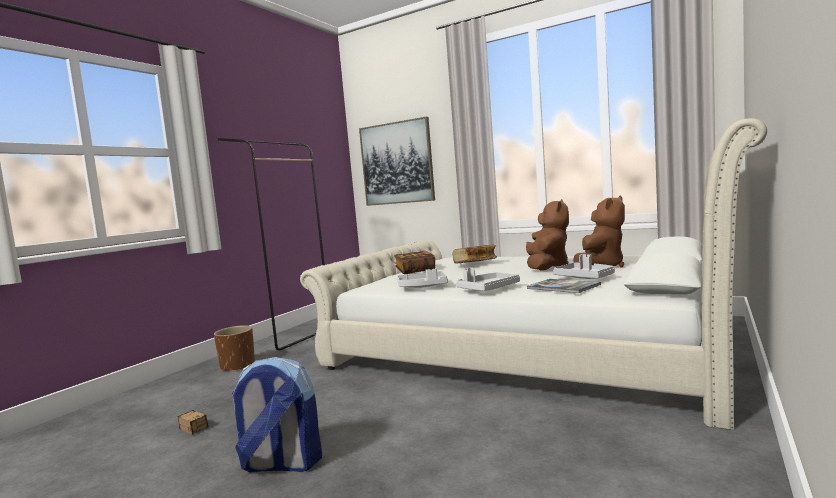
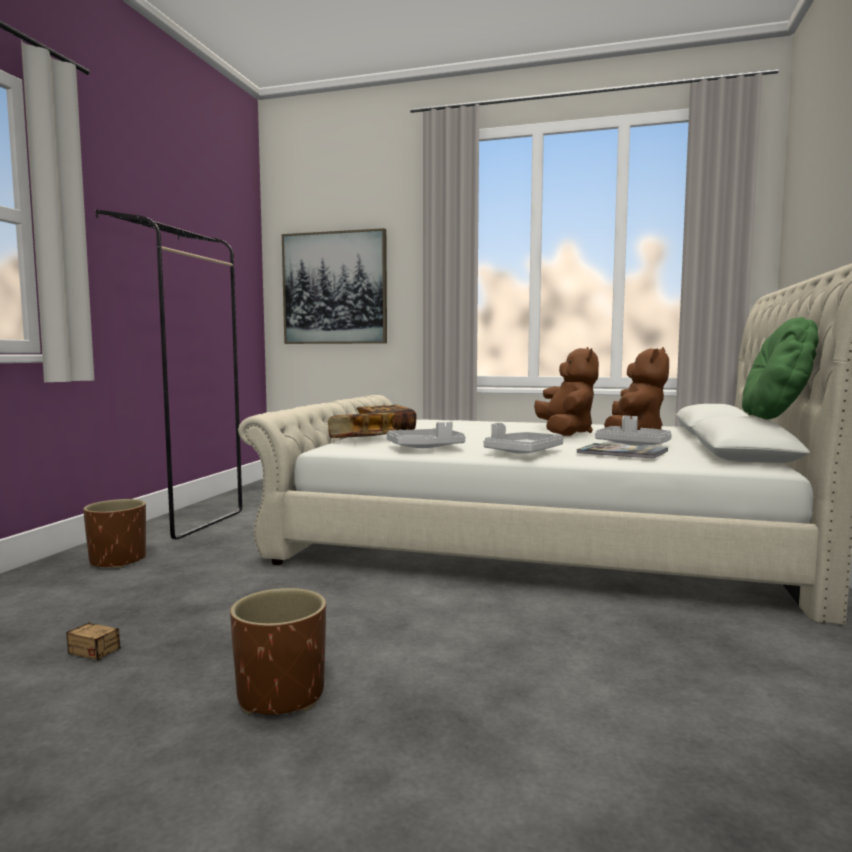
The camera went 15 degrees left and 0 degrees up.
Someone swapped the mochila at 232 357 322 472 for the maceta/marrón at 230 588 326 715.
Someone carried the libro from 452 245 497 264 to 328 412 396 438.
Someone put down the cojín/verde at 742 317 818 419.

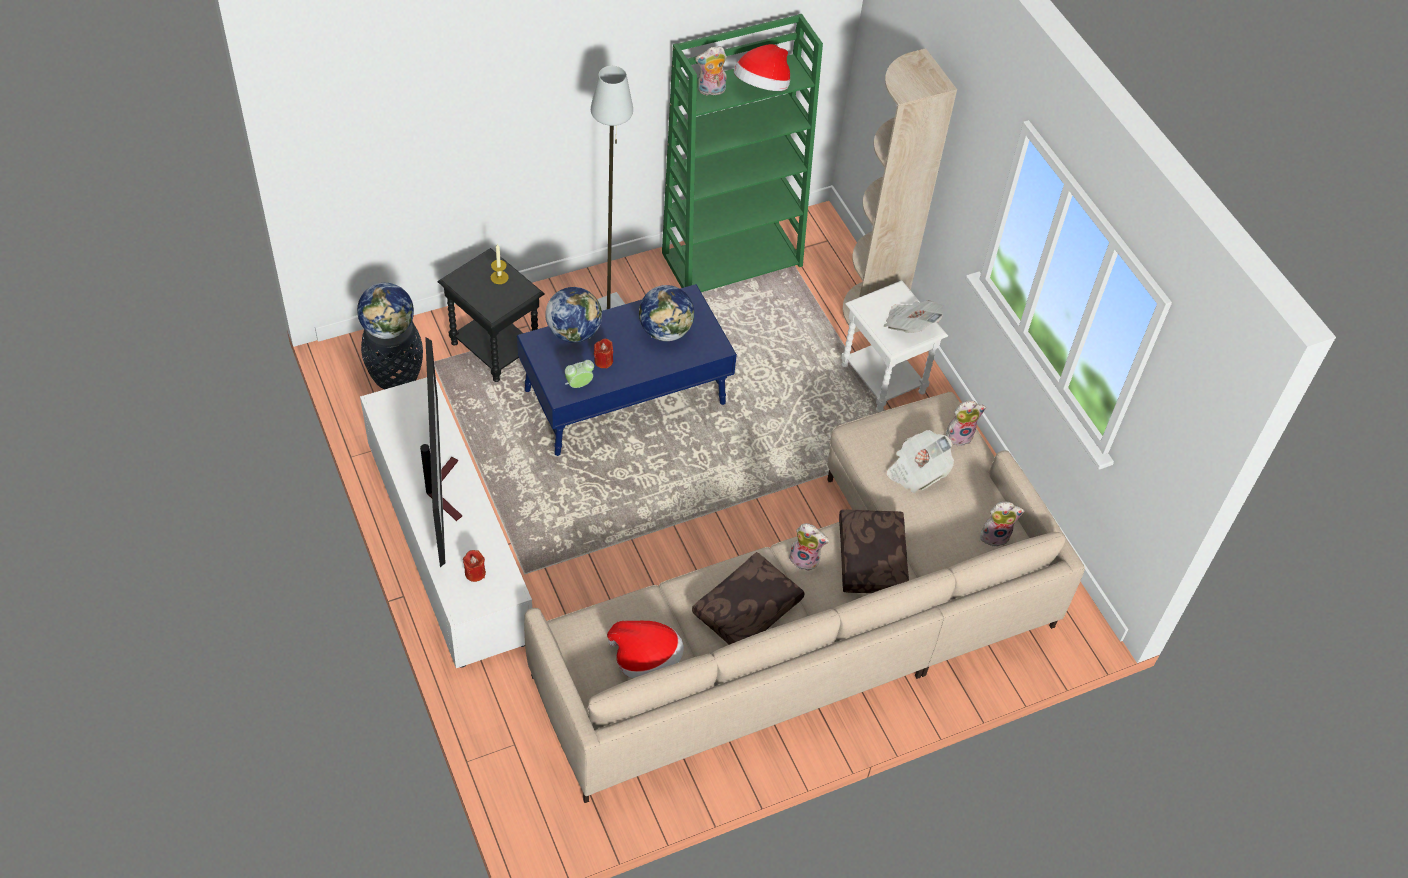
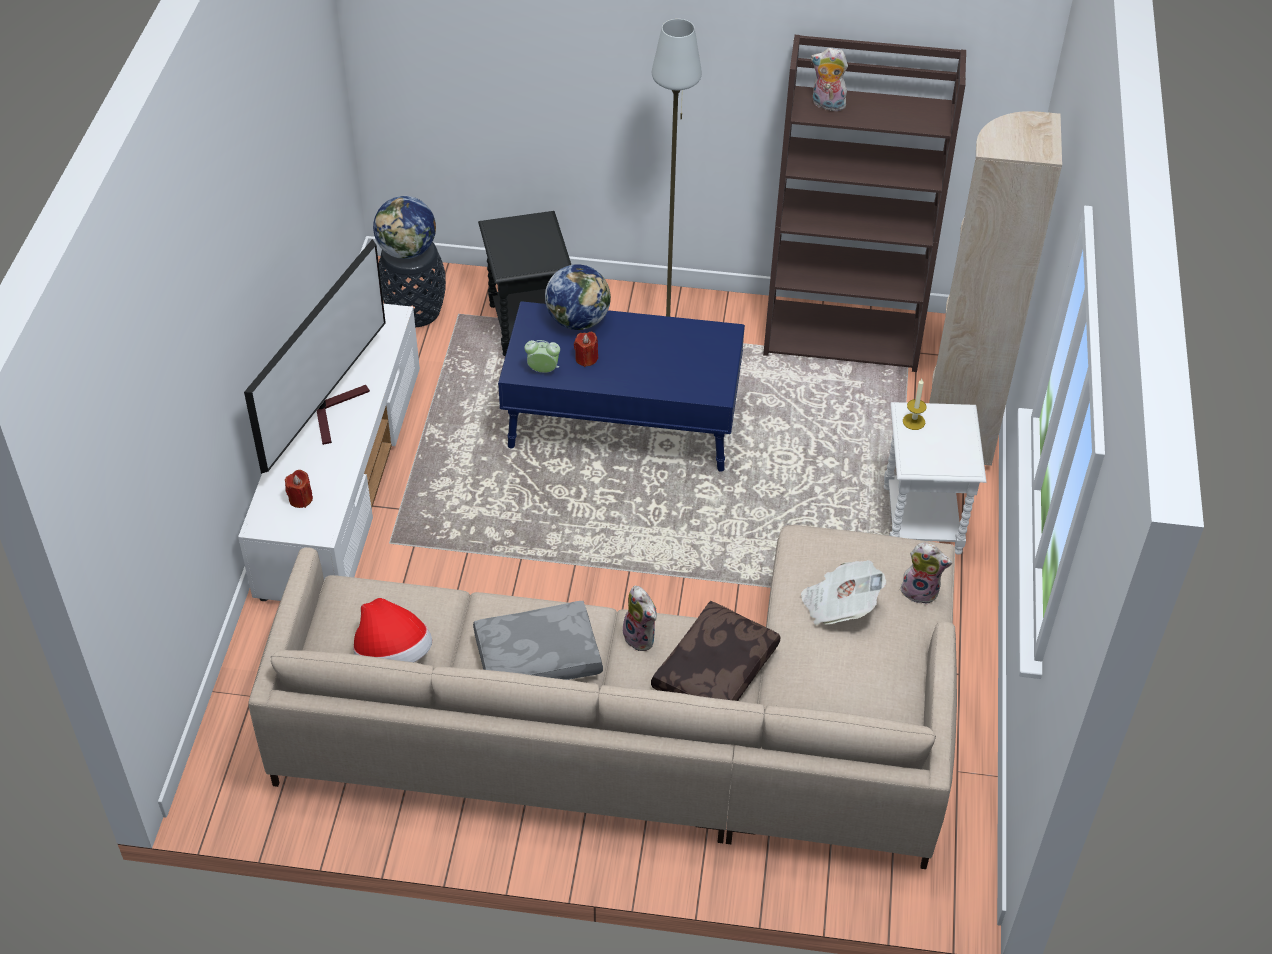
The camera went 35 degrees right and 5 degrees down.
Someone repainted the cojín/marrón at 692 552 805 645, which became the cojín/gris at 473 601 603 680.
Someone repainted the estantería/verde at 662 14 823 292, which became the estantería/marrón at 763 35 966 372.
Someone carried the vela from 491 244 509 284 to 903 379 927 430.
Someone took away the globo terráqueo at 639 285 694 341.
Someone took away the sombrero at 734 44 790 91.
Someone took away the periódico at 884 300 944 333.
Someone took away the peluche at 980 501 1025 546.

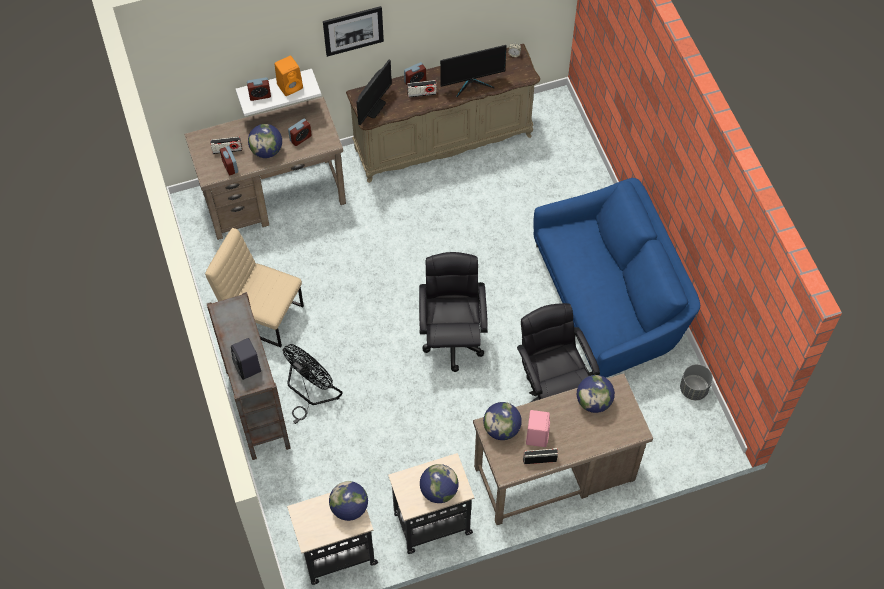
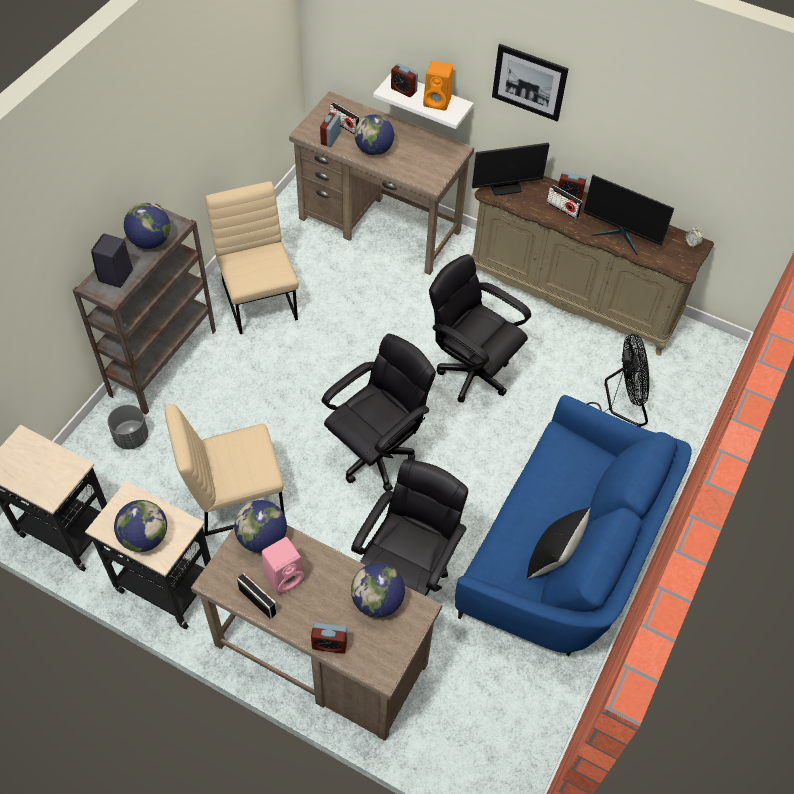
The camera went 45 degrees right and 5 degrees down.
Someone carried the maceta/gris from 680 364 713 400 to 108 405 148 449.
Someone carried the globo terráqueo from 329 481 368 521 to 124 203 170 249.
Someone put down the silla/beis at 165 404 285 536.
Someone carried the despertador from 288 119 312 146 to 311 623 347 654.
Someone put down the silla de oficina/negro at 429 254 531 403.
Someone put down the cojín/negro at 527 507 590 579.
Someone carried the ventilador/negro from 282 344 343 424 to 587 334 649 427.

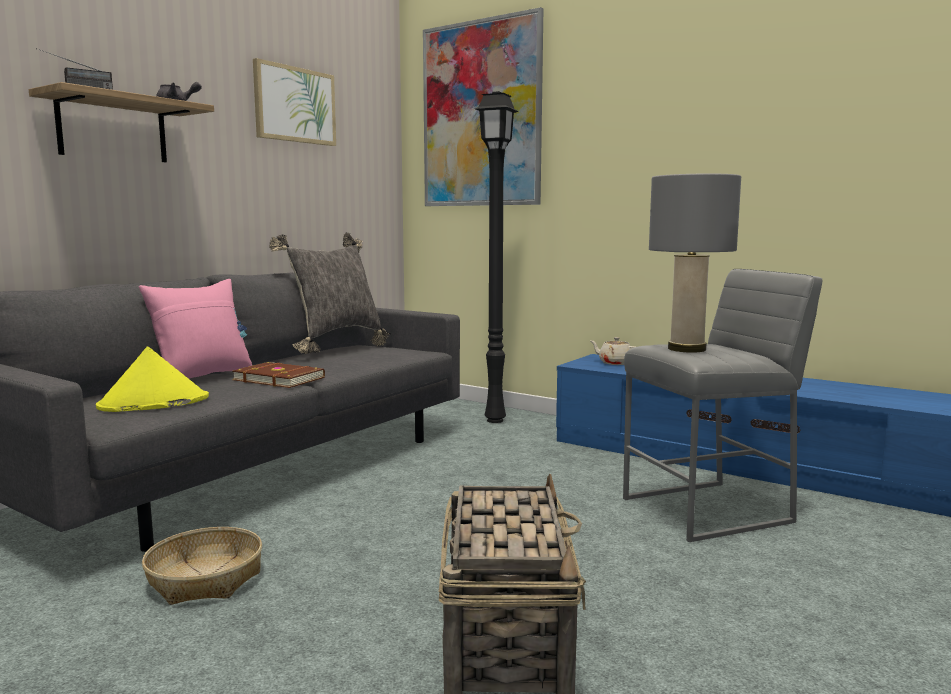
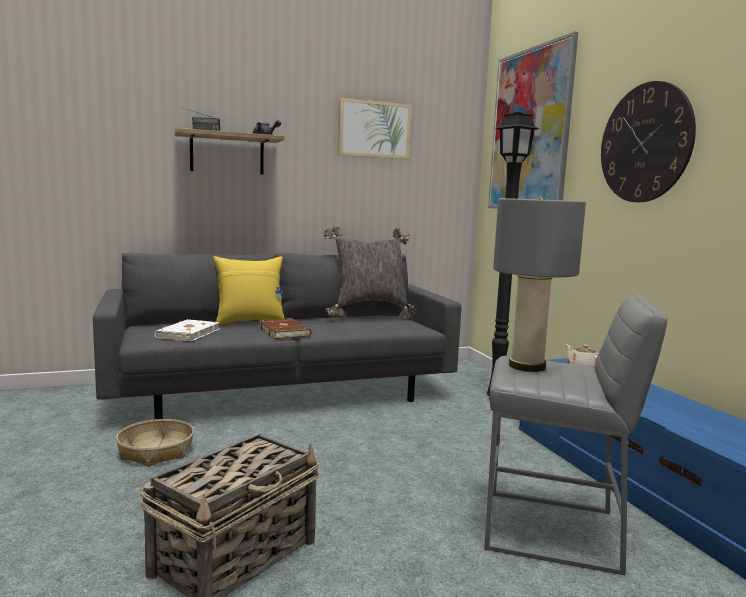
The camera went 35 degrees right and 0 degrees up.
Someone swapped the sombrero/amarillo at 96 347 209 412 for the libro/blanco at 154 319 220 341.
Someone repainted the cojín/rosa at 139 279 252 379, which became the cojín/amarillo at 213 256 285 326.
Someone put up the reloj de pared at 601 81 696 202.

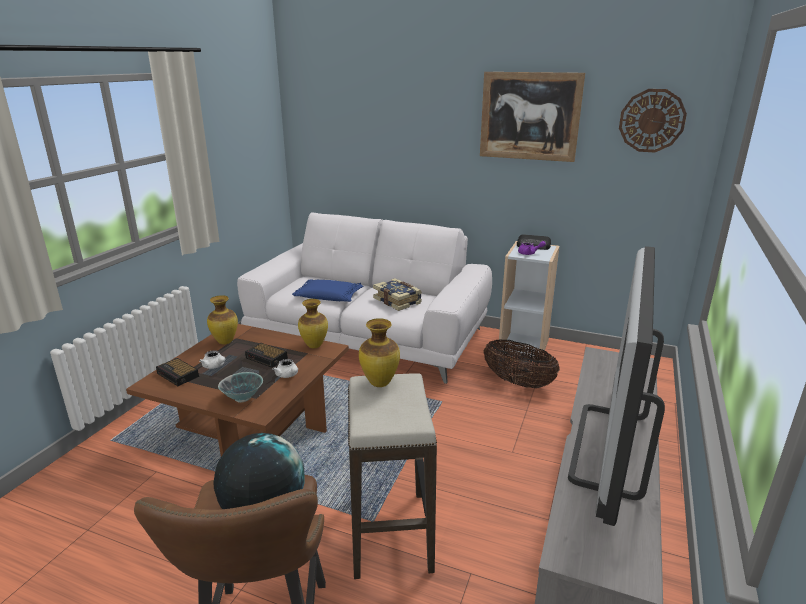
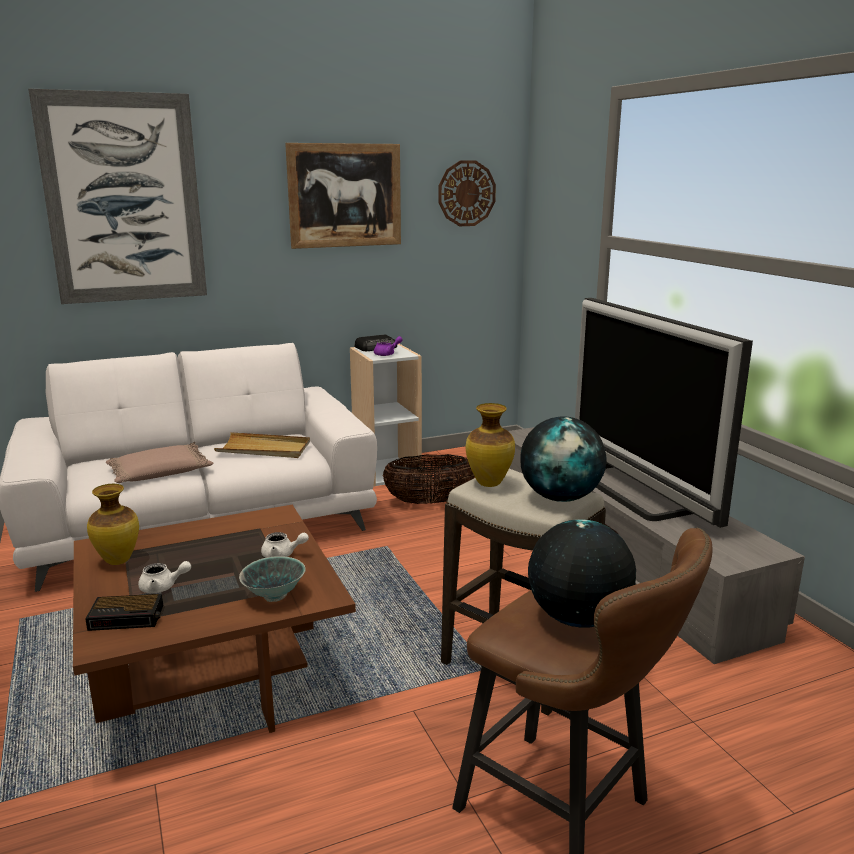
The camera went 45 degrees left and 5 degrees down.
Someone put up the cuadro at 28 88 207 304.
Someone repainted the cojín/azul at 292 279 363 302, which became the cojín/beis at 105 442 213 483.
Someone swapped the libro at 373 278 422 311 for the bandeja/beis at 214 432 310 458.
Someone put down the globo terráqueo at 520 416 606 502.
Someone took away the despertador at 245 343 288 368.
Someone took away the florero at 298 299 328 348.

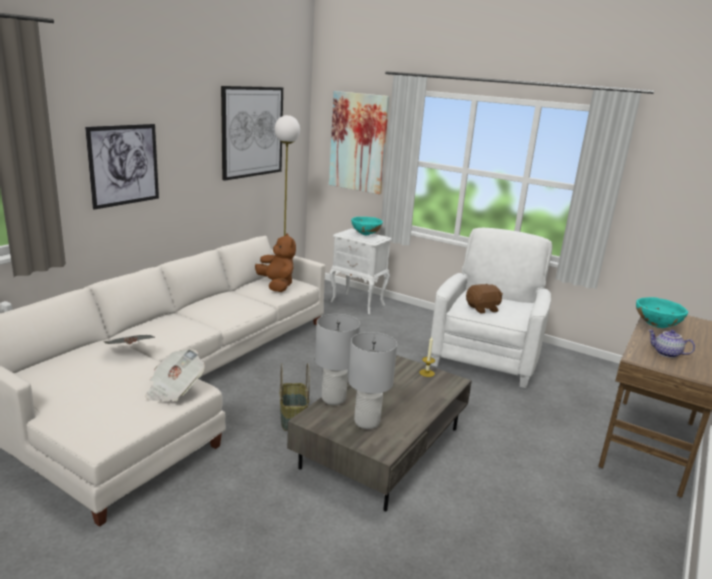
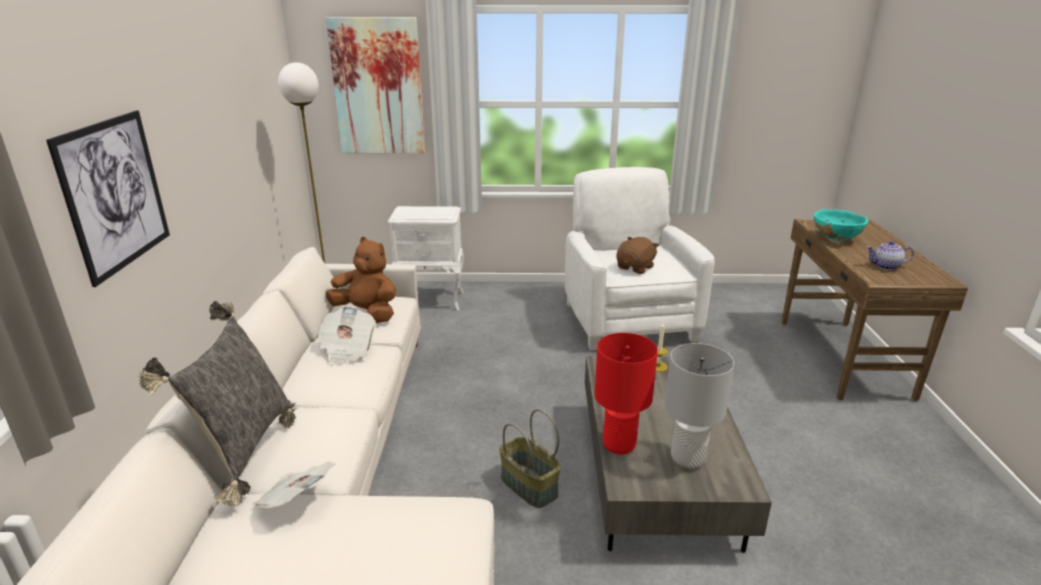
The camera went 30 degrees left and 5 degrees up.
Someone put down the cojín at 138 301 296 506.
Someone carried the periódico from 145 349 205 402 to 317 305 376 366.
Someone repainted the lámpara de mesa/gris at 315 314 360 405, which became the lámpara de mesa/rojo at 594 333 658 455.
Someone took away the cuadro at 221 86 283 181.
Someone took away the cuenco/turquesa at 351 217 383 235.

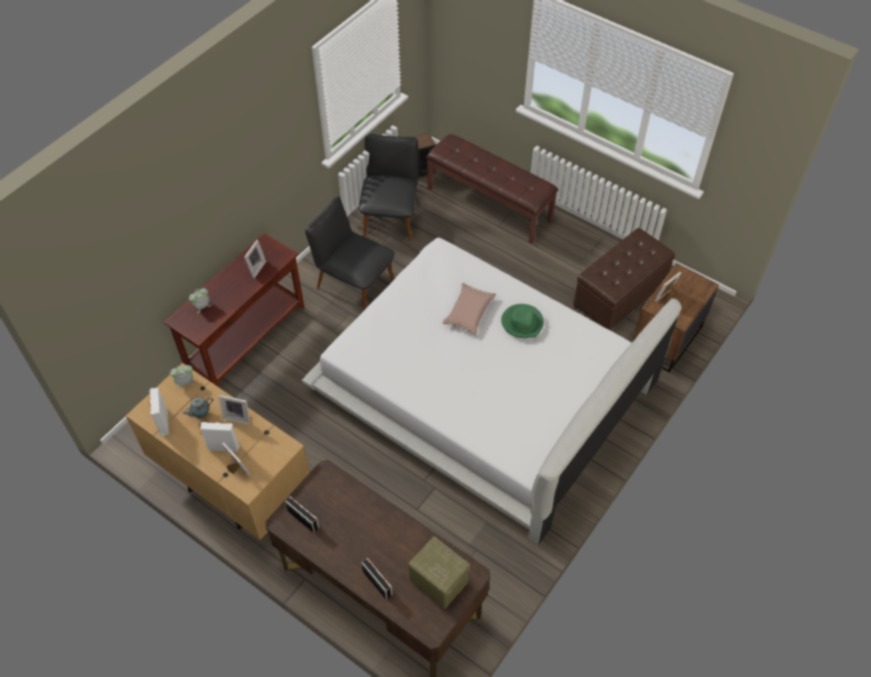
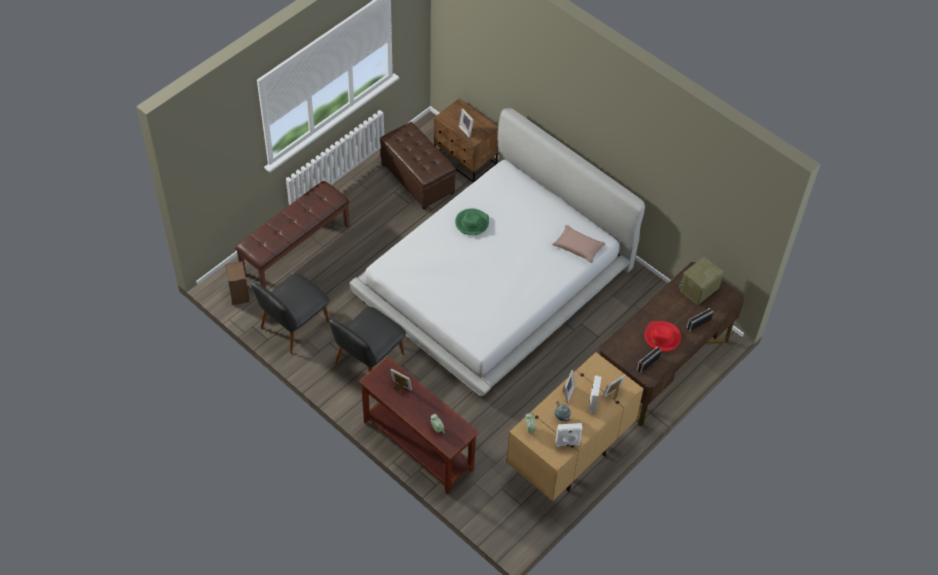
The camera went 85 degrees left and 0 degrees up.
Someone rotated the silla/negro at 358 134 419 241 by 60 degrees counterclockwise.
Someone carried the cojín/beis from 443 283 496 335 to 552 225 605 263.
Someone put down the sombrero/rojo at 644 321 681 352.

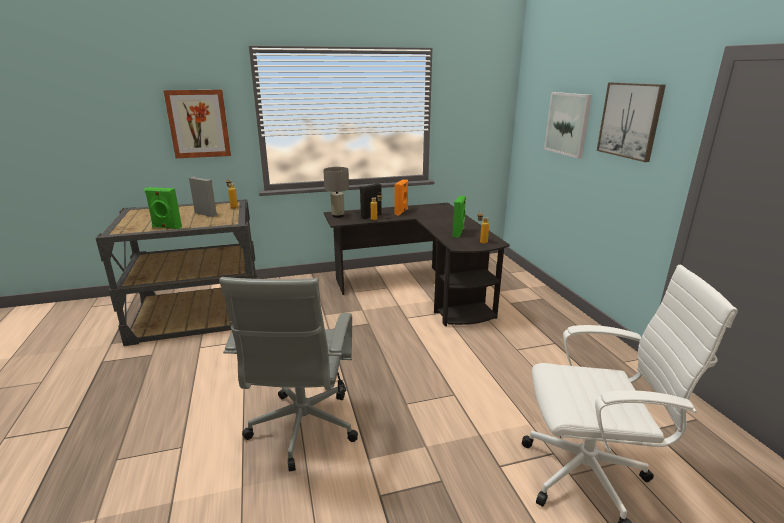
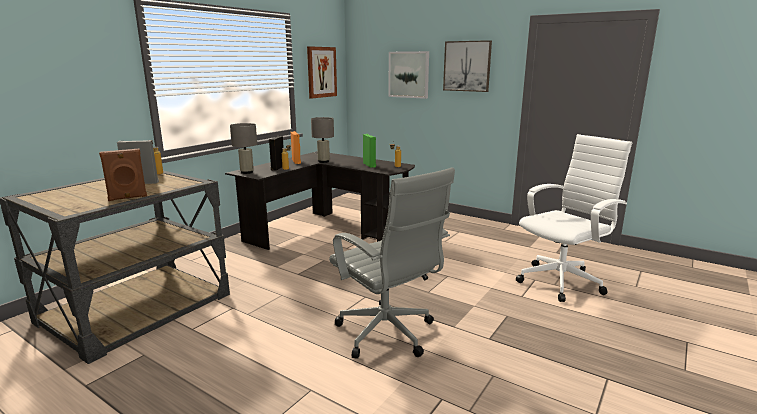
The camera went 40 degrees left and 5 degrees down.
Someone repainted the altavoz/verde at 144 187 182 229, which became the altavoz/marrón at 99 149 147 201.
Someone carried the cuadro from 163 90 231 158 to 307 46 337 99.
Someone put down the lámpara de mesa/gris at 311 117 334 163.

